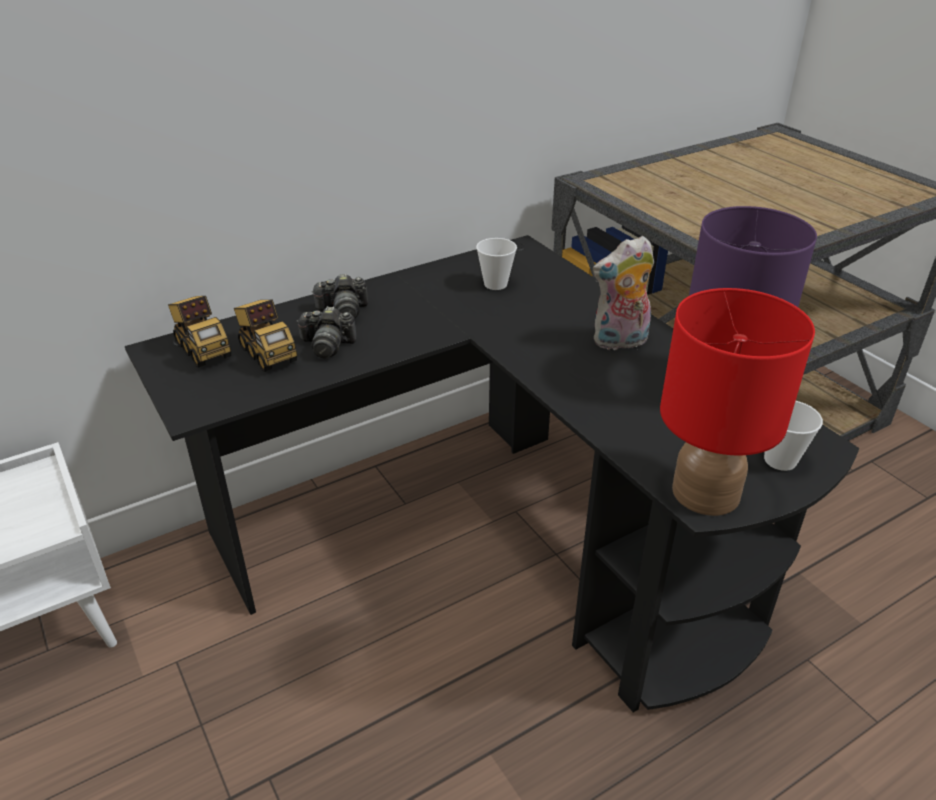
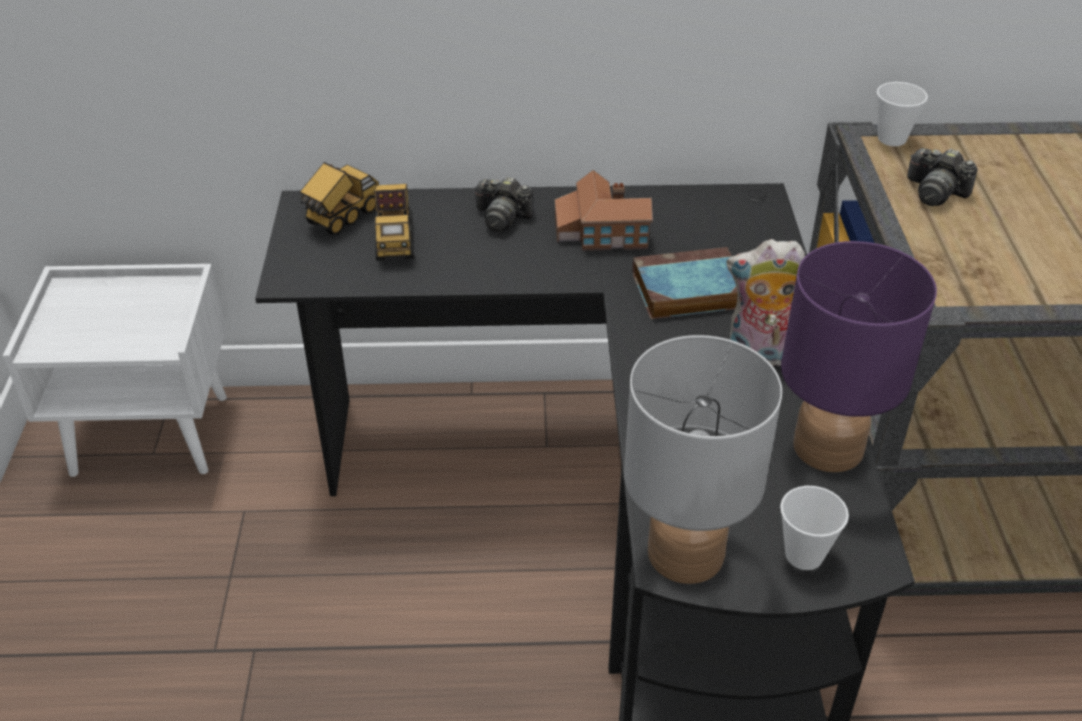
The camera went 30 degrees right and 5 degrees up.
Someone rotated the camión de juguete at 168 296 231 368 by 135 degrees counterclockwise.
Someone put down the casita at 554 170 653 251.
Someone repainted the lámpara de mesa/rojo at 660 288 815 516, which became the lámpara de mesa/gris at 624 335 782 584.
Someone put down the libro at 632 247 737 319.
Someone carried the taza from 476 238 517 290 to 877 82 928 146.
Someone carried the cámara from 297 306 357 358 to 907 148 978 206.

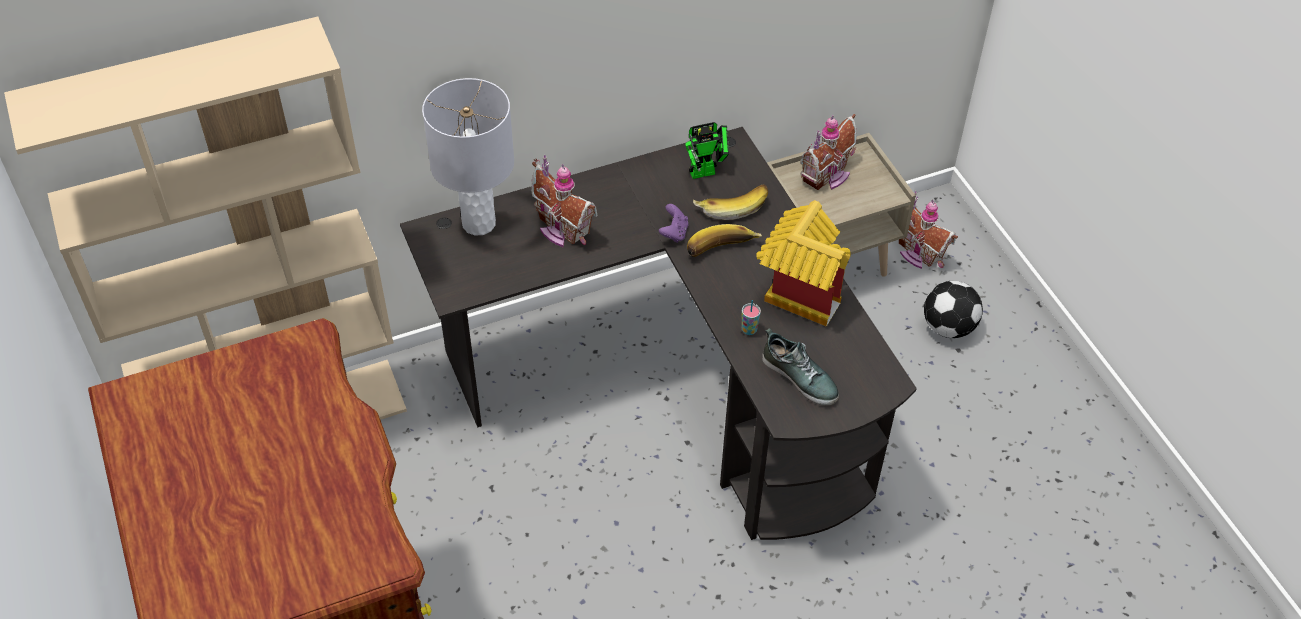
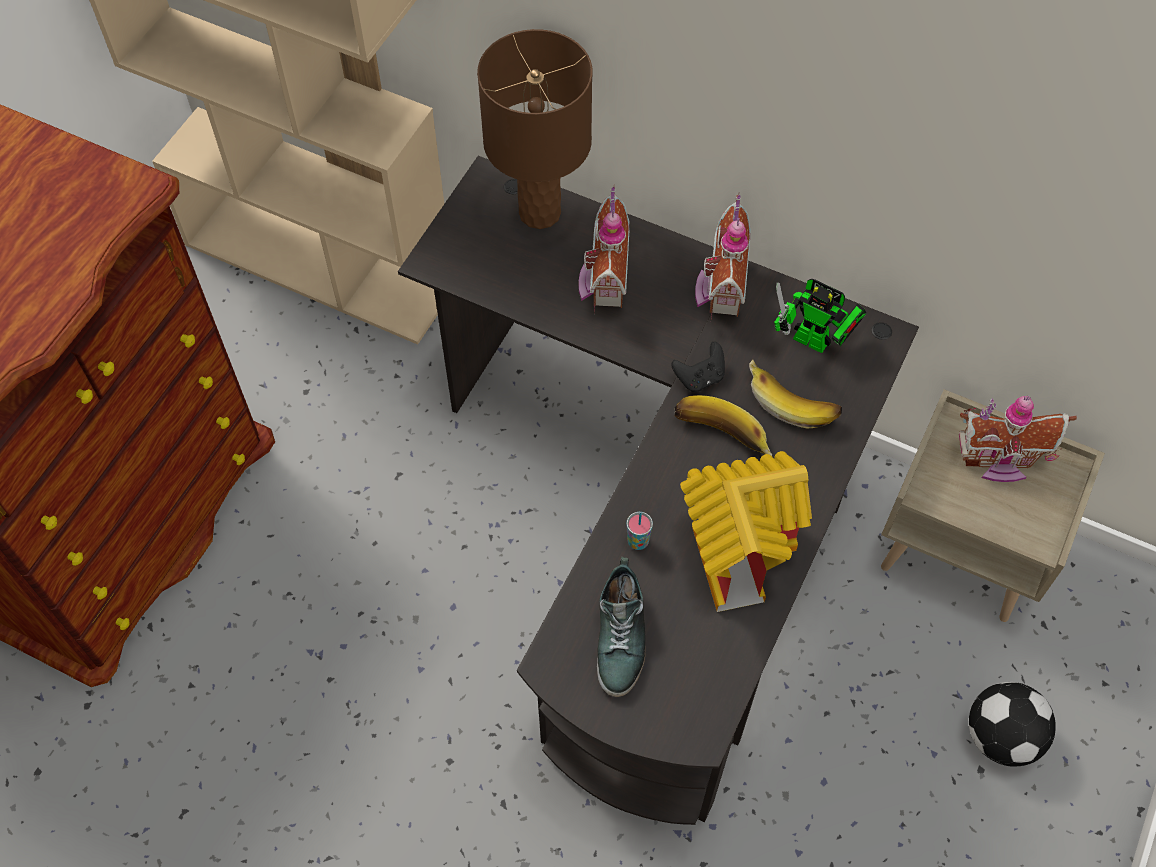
The camera went 50 degrees right and 10 degrees up.
Someone repainted the lámpara de mesa/gris at 422 78 514 236, which became the lámpara de mesa/marrón at 477 29 593 229.
Someone repainted the mando de consola/morado at 659 204 688 243, which became the mando de consola/negro at 671 342 725 392.
Someone carried the casita from 899 191 958 269 to 695 195 751 318.

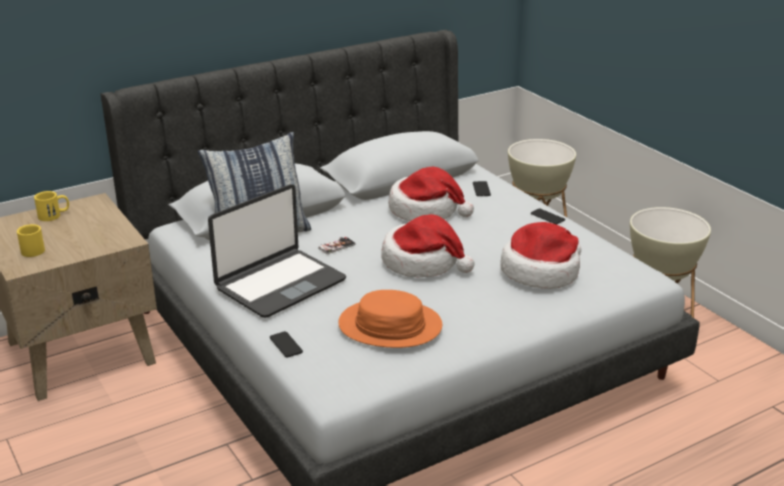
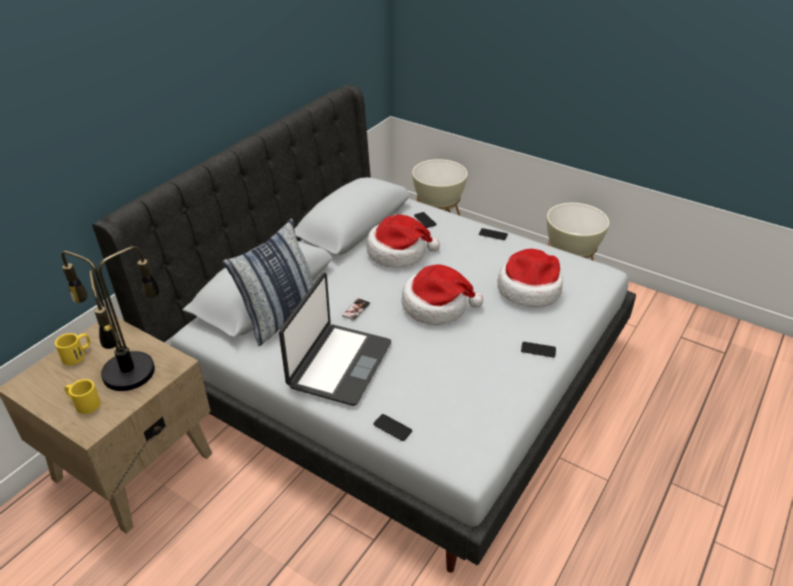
The camera went 25 degrees left and 10 degrees up.
Someone put down the lámpara de mesa at 61 246 159 391.
Someone put down the móvil at 521 342 556 357.
Someone took away the sombrero/naranja at 338 290 442 348.

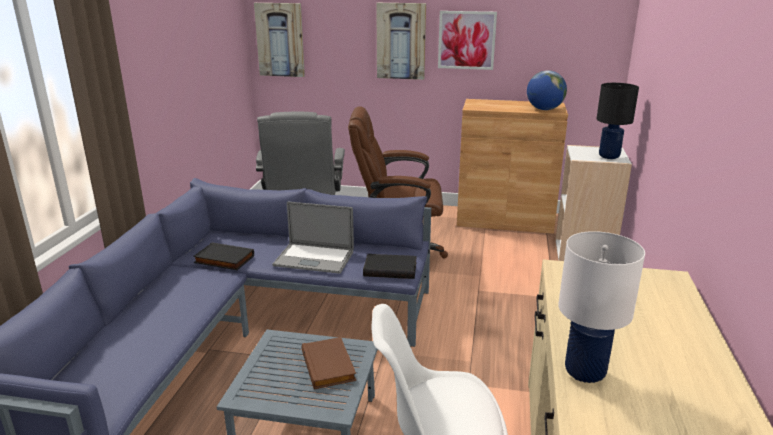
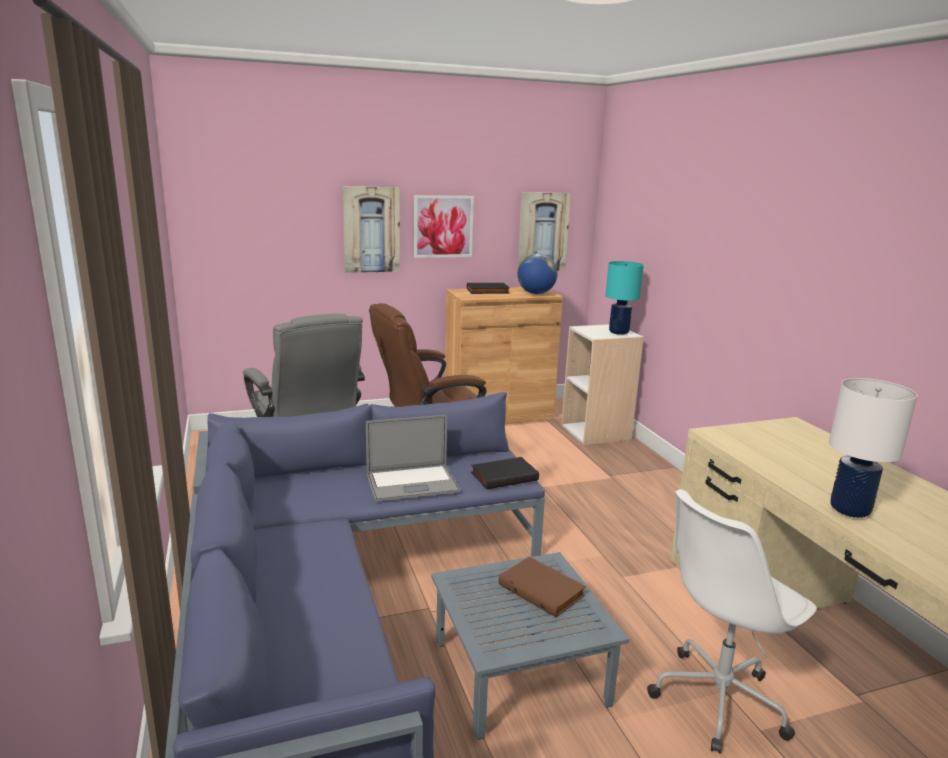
The camera went 30 degrees left and 5 degrees down.
Someone carried the libro/negro from 193 242 254 270 to 467 283 510 294.
Someone carried the cuadro from 254 3 305 77 to 518 192 571 271.
Someone repainted the lámpara de mesa/negro at 596 83 639 159, which became the lámpara de mesa/turquesa at 606 261 644 335.

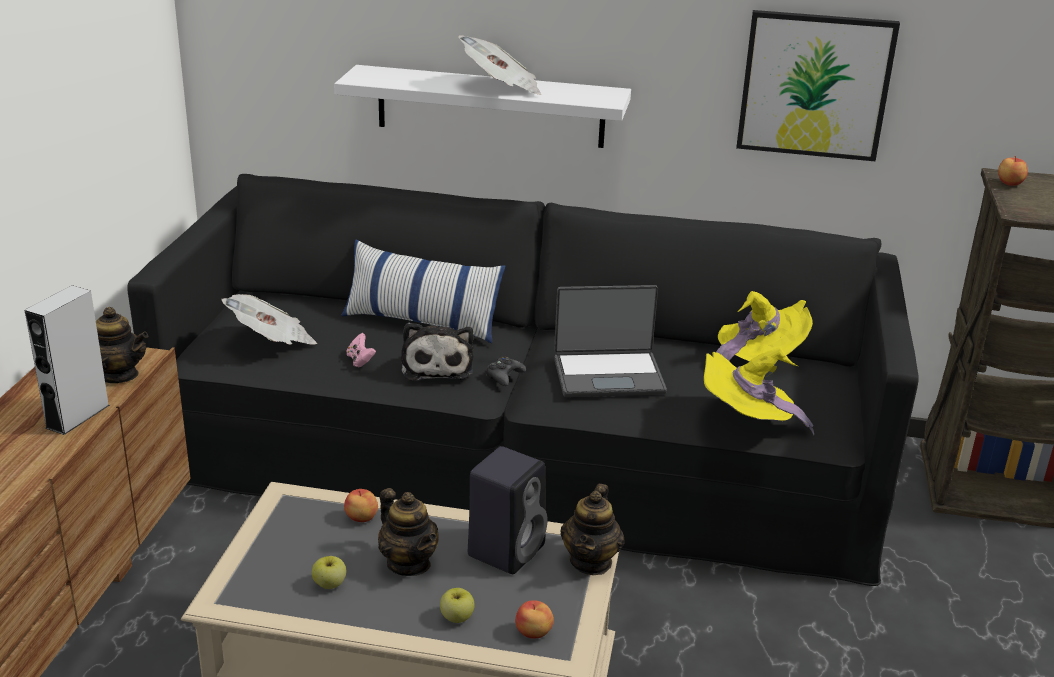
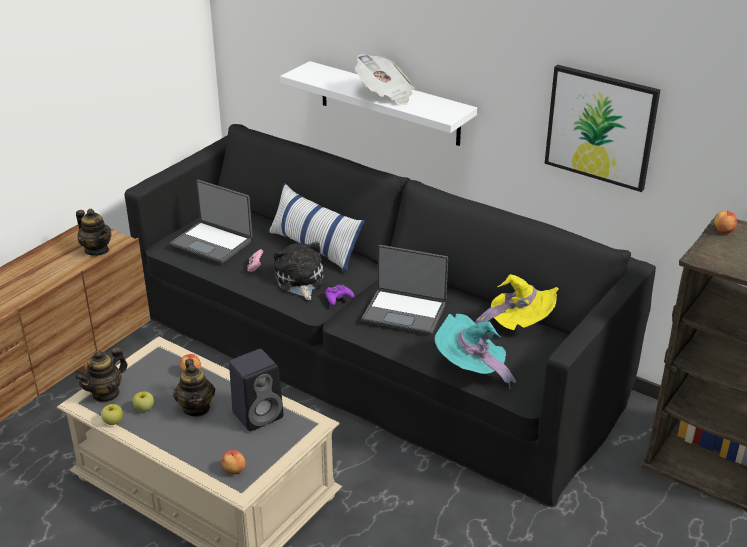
The camera went 25 degrees right and 5 degrees up.
Someone carried the tetera from 560 484 625 575 to 75 347 127 403.
Someone carried the manzana from 440 588 475 623 to 101 404 123 425.
Someone swapped the periódico at 221 294 317 345 for the portátil at 170 180 252 264.
Someone rotated the peluche at 401 322 474 381 by 150 degrees clockwise.
Someone repainted the mando de consola/negro at 486 357 526 386, which became the mando de consola/morado at 325 284 354 305.
Someone repainted the sombrero/amarillo at 704 347 814 435, which became the sombrero/turquesa at 434 314 516 389.
Someone took away the altavoz/gris at 24 285 110 435.

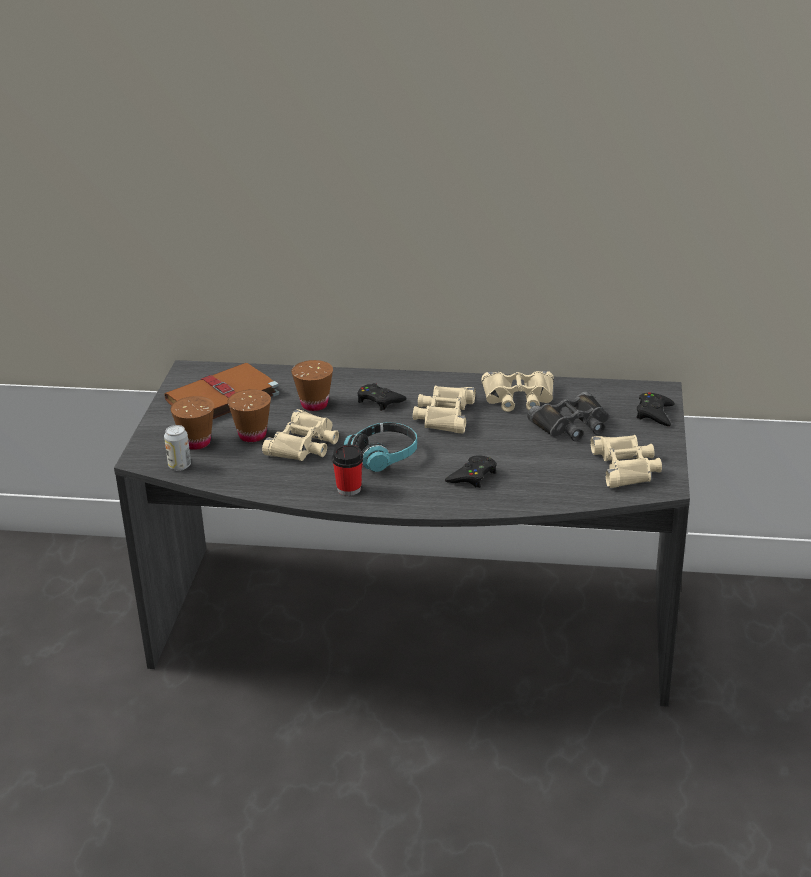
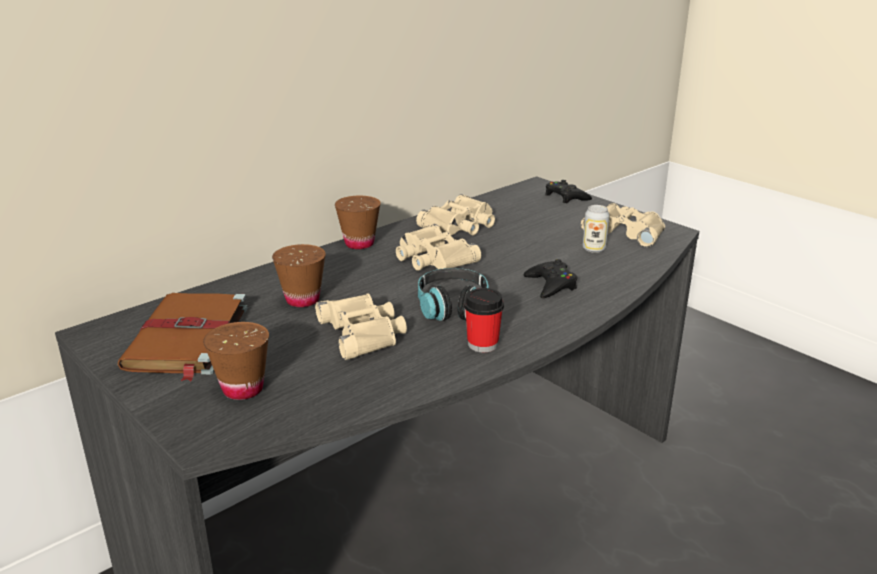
The camera went 50 degrees left and 5 degrees down.
Someone carried the taza/marrón from 228 389 271 442 to 335 196 381 249.
Someone carried the lata from 164 425 191 471 to 582 205 610 253.
Someone took away the mando de consola/negro at 357 383 407 411.
Someone took away the prismáticos/negro at 527 392 609 441.

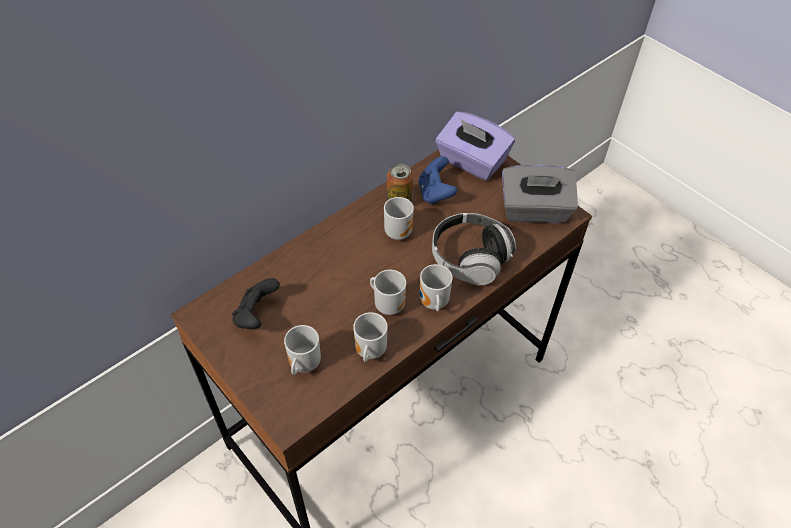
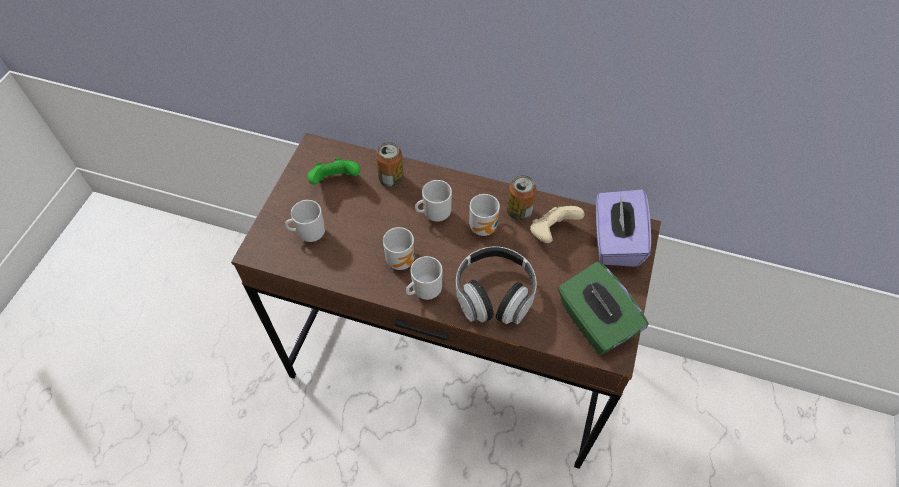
The camera went 60 degrees right and 5 degrees up.
Someone repainted the mando de consola/negro at 232 278 280 330, which became the mando de consola/verde at 307 158 361 185.
Someone put down the lata at 376 142 404 187.
Someone carried the taza grande from 353 312 388 362 to 415 180 452 222.
Someone repainted the mando de consola/azul at 418 156 457 205, which became the mando de consola/beis at 530 206 585 243.
Someone repainted the caja de pañuelos/gris at 502 165 578 223, which became the caja de pañuelos/verde at 558 261 649 355.

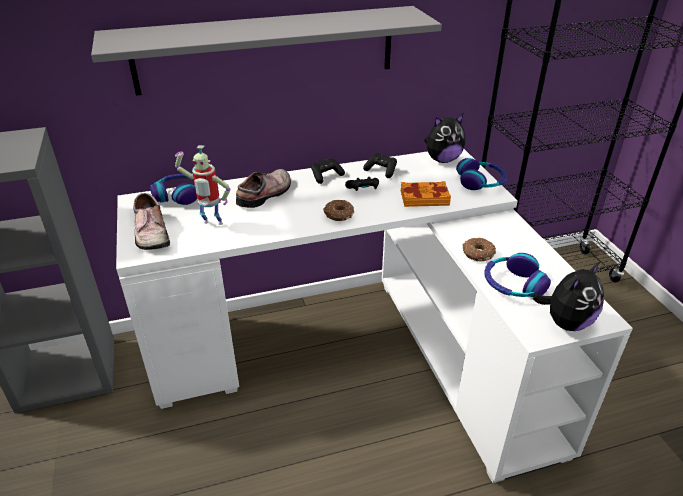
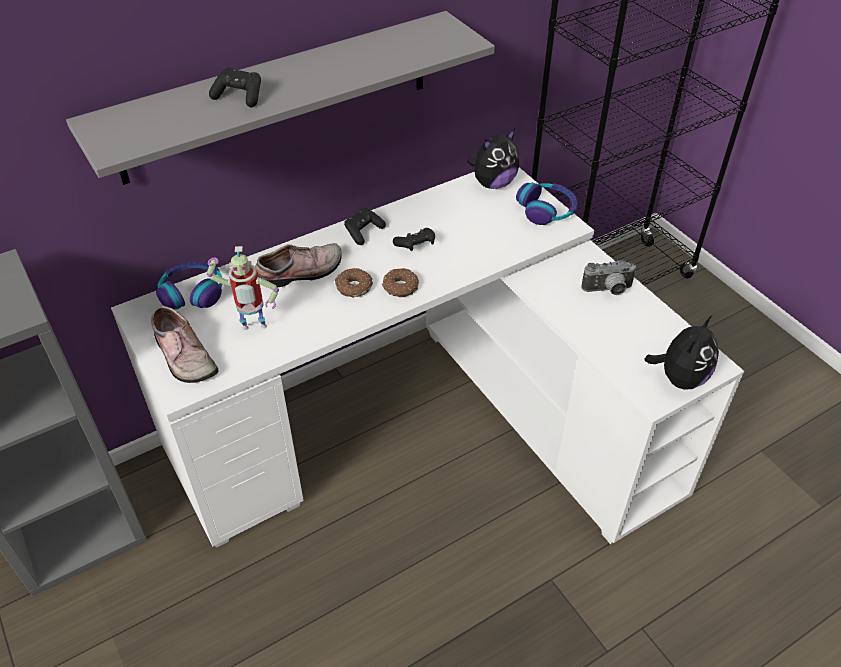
The camera went 15 degrees left and 10 degrees up.
Someone carried the mando de consola/negro from 363 153 397 178 to 209 67 261 107.
Someone rotated the zapato at 236 169 291 208 by 45 degrees clockwise.
Someone carried the rosquilla from 463 237 496 261 to 335 268 373 298.
Someone put down the cámara at 581 260 637 295.
Someone took away the libro/naranja at 401 181 451 207.
Someone took away the auriculares at 484 253 551 297.

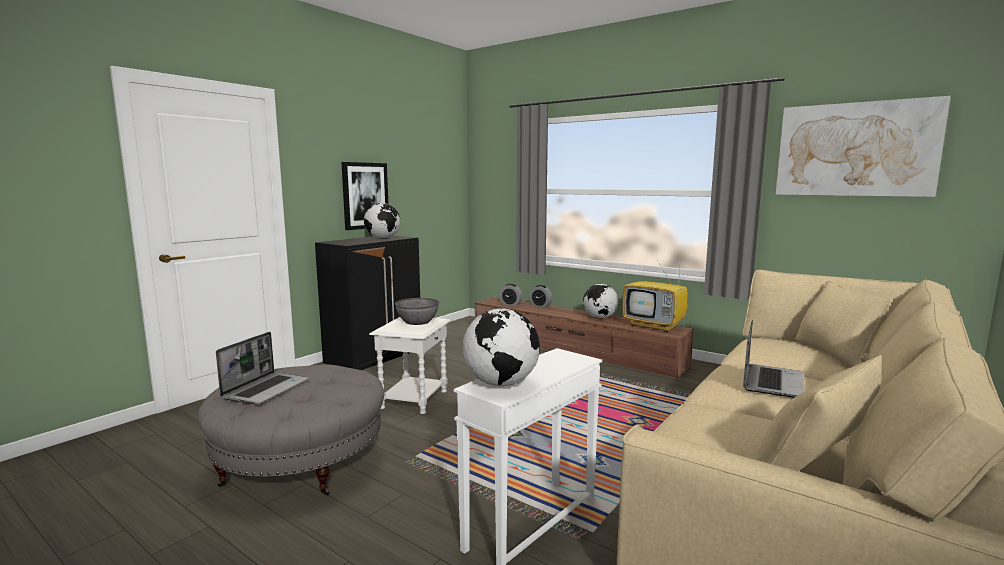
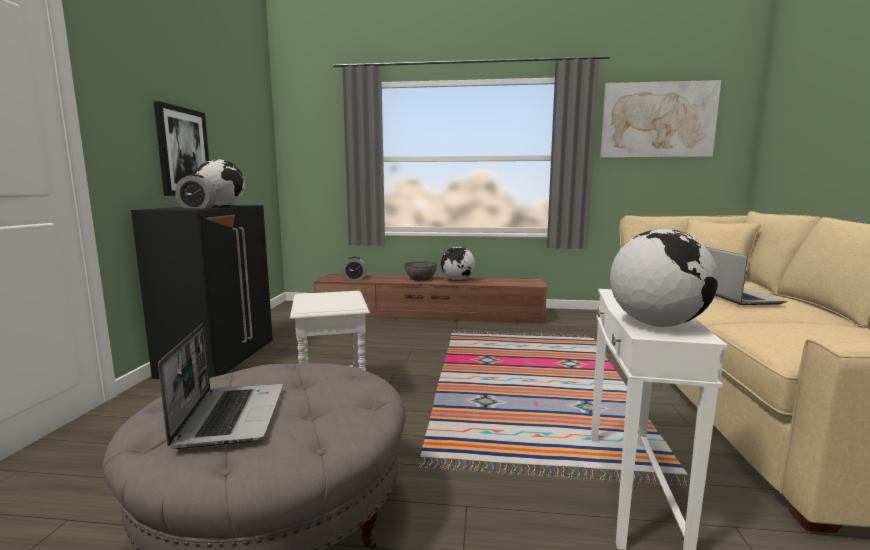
The camera went 30 degrees left and 0 degrees up.
Someone carried the despertador from 529 285 552 307 to 175 174 216 208.
Someone carried the cuenco/gris from 395 298 439 325 to 404 261 438 281.
Someone took away the televisor at 622 256 688 332.

